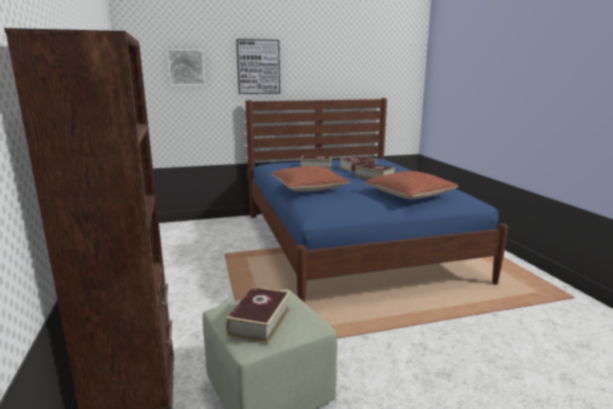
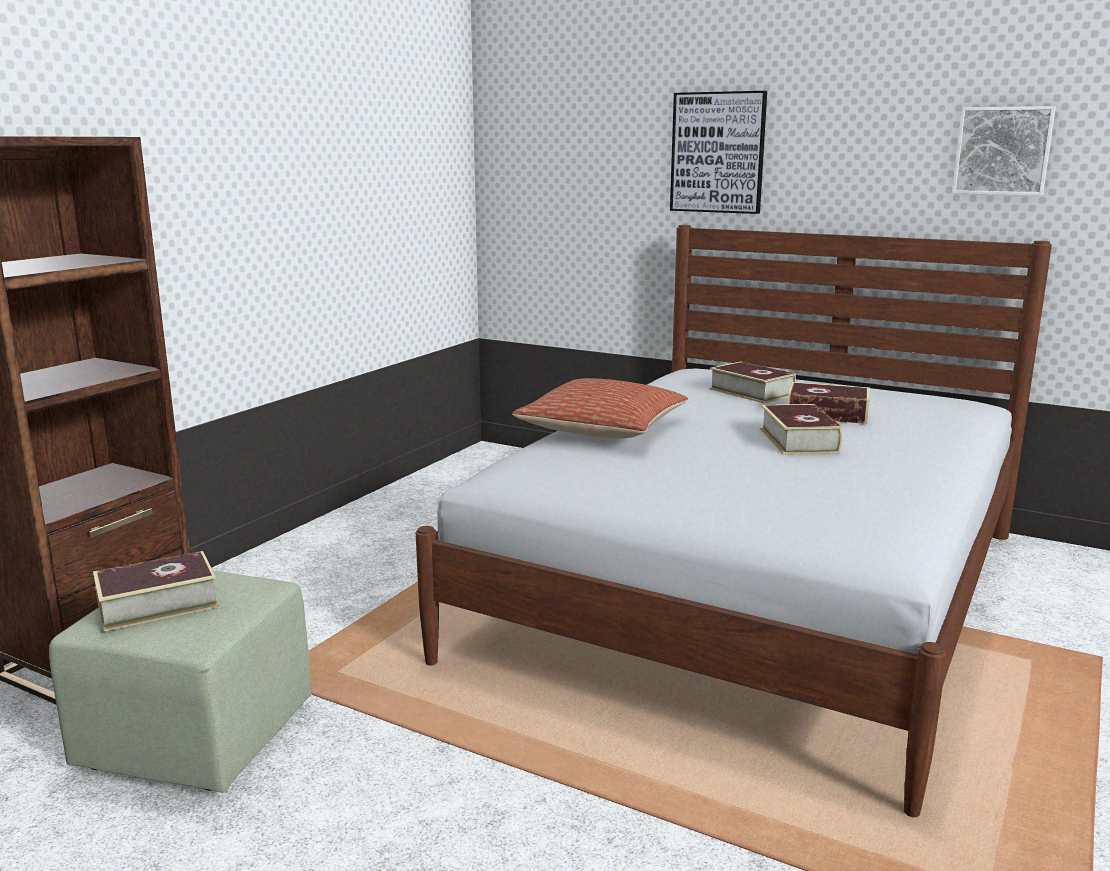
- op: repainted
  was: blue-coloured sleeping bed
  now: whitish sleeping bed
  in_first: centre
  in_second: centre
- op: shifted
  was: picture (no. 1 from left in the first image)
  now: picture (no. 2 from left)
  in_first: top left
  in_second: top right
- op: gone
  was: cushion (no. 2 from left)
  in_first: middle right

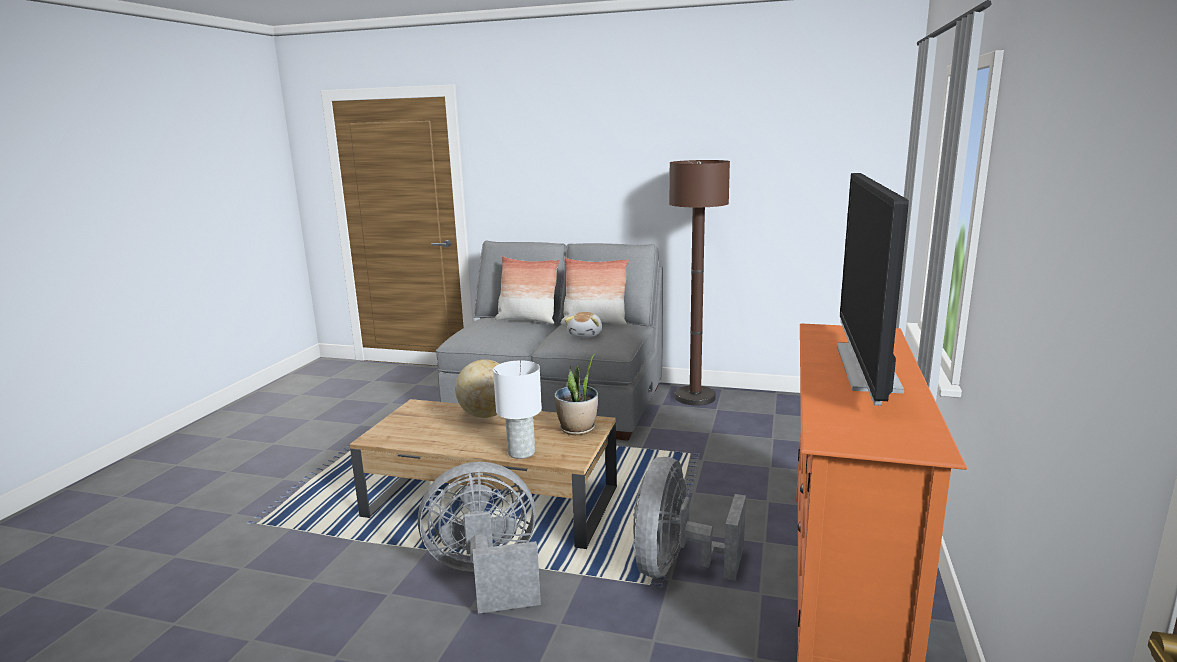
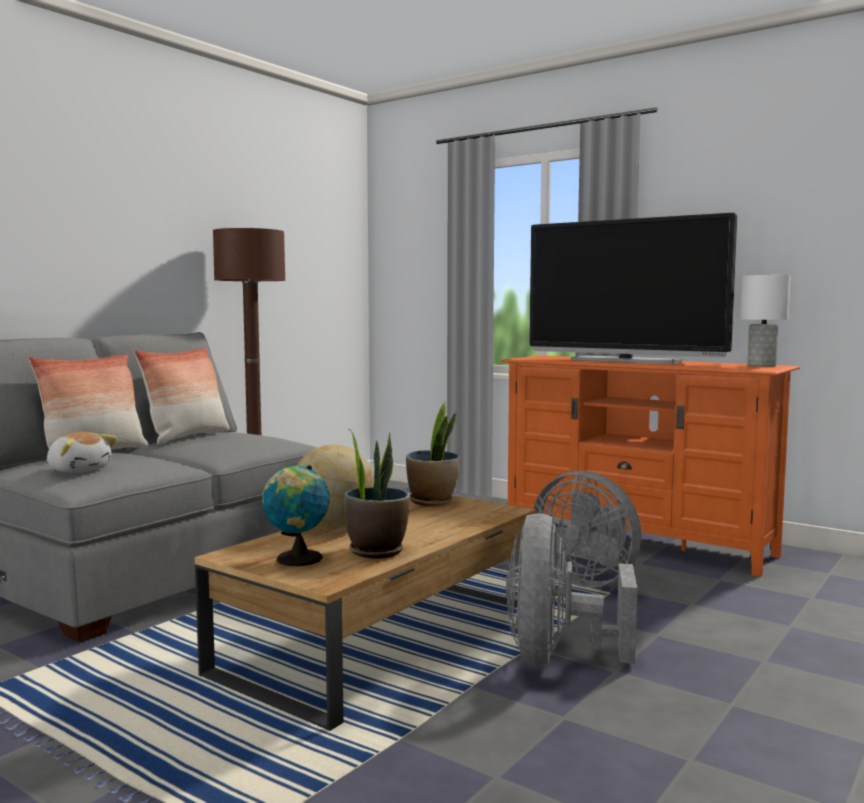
- op: shifted
  was: plush toy
  in_first: centre
  in_second: middle left
- op: new
  now: globe (no. 1 from left)
  in_second: centre
- op: new
  now: houseplant (no. 1 from left)
  in_second: centre
- op: shifted
  was: whitish tabletop lamp
  in_first: centre
  in_second: middle right

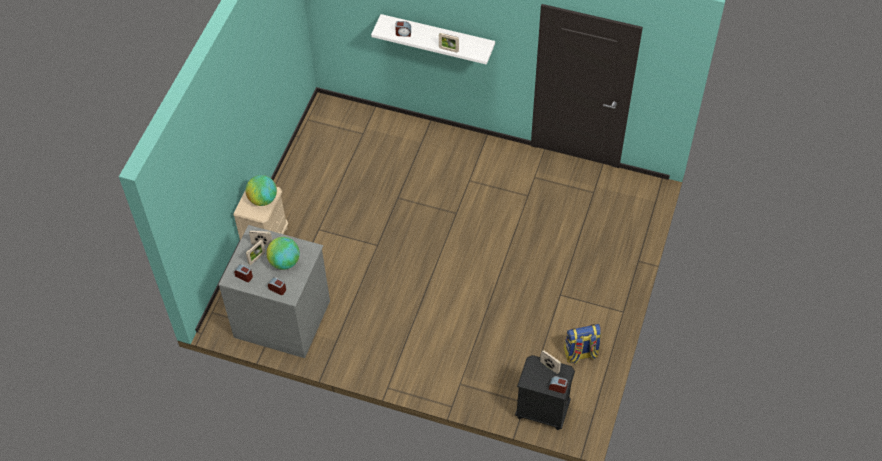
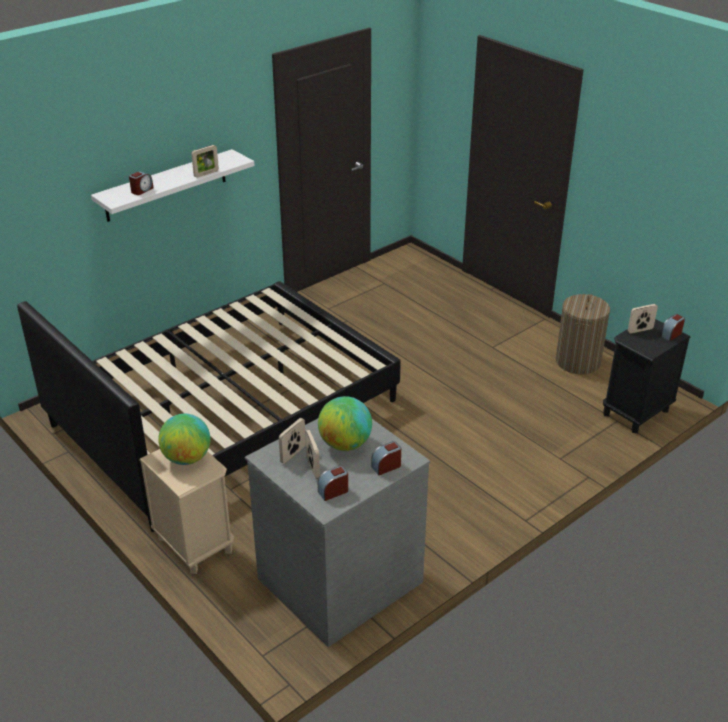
- op: new
  now: blackish sleeping bed
  in_second: middle left
- op: swapped
  was: rucksack
  now: washing basket
  in_first: bottom centre
  in_second: middle right

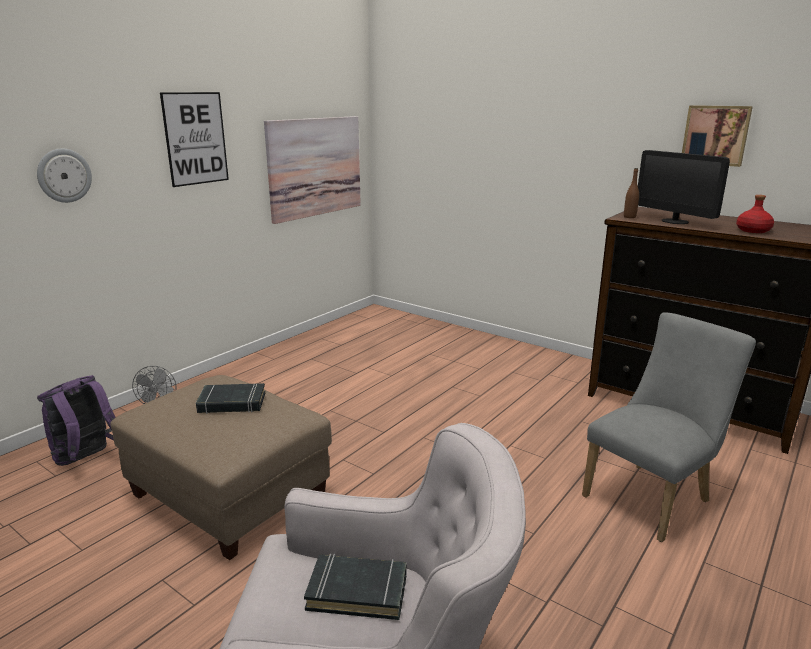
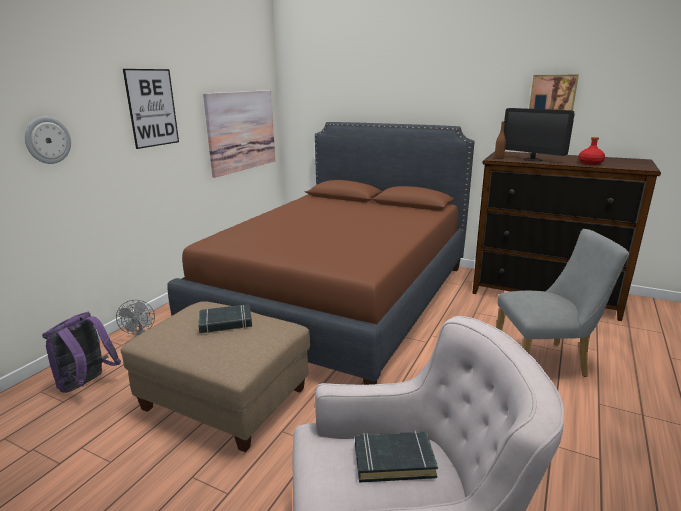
- op: new
  now: brownish sleeping bed
  in_second: centre
- op: rotated
  was: grey upright chair
  in_first: middle right
  in_second: middle right
  clockwise: 45

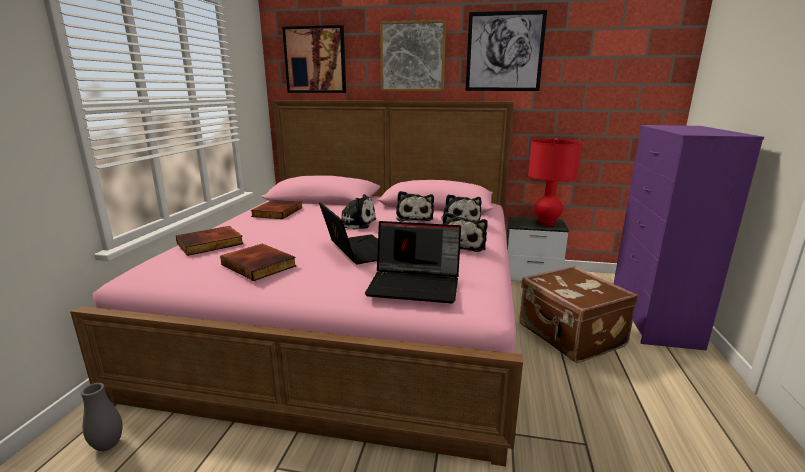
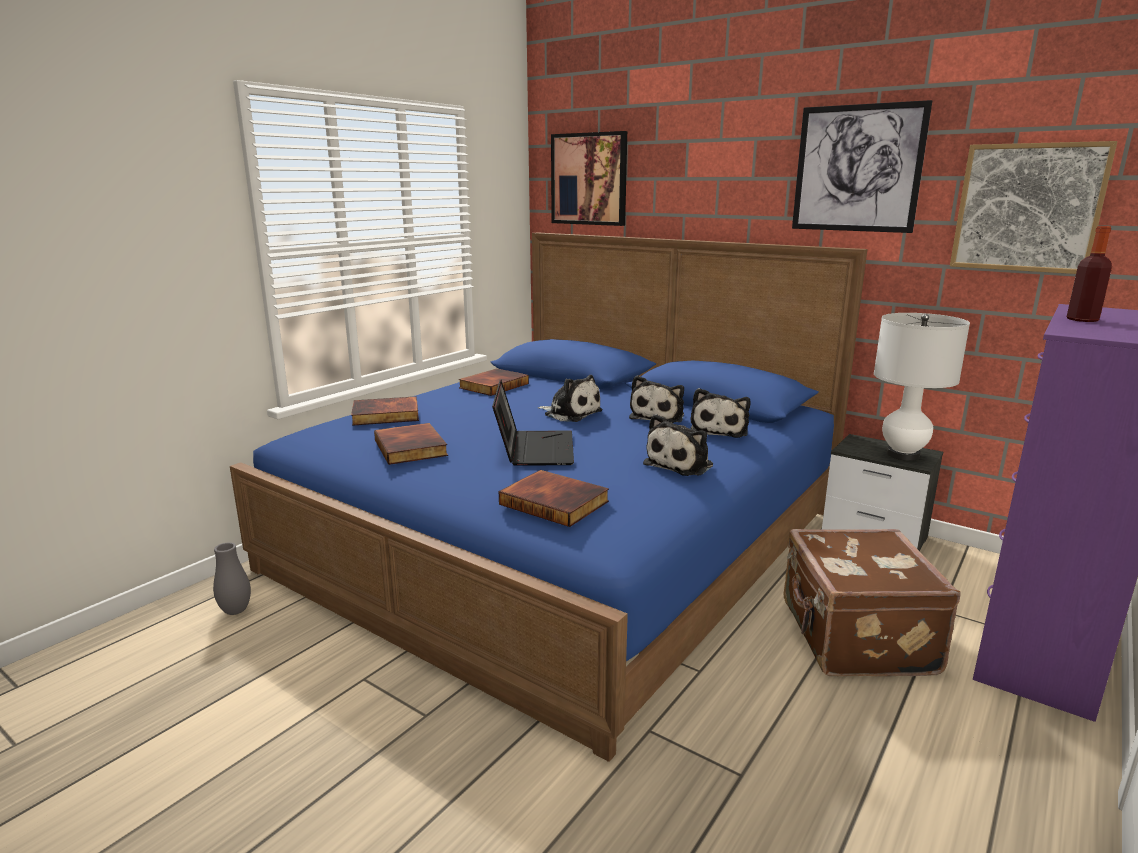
- op: repainted
  was: pinkish sleeping bed
  now: blue-coloured sleeping bed
  in_first: centre
  in_second: centre
- op: swapped
  was: portable computer (no. 2 from left)
  now: bound book (no. 4 from left)
  in_first: centre
  in_second: centre
- op: repainted
  was: reddish tabletop lamp
  now: whitish tabletop lamp
  in_first: middle right
  in_second: middle right
- op: shifted
  was: picture (no. 2 from left in the first image)
  now: picture (no. 3 from left)
  in_first: top centre
  in_second: top right
- op: new
  now: bottle
  in_second: top right

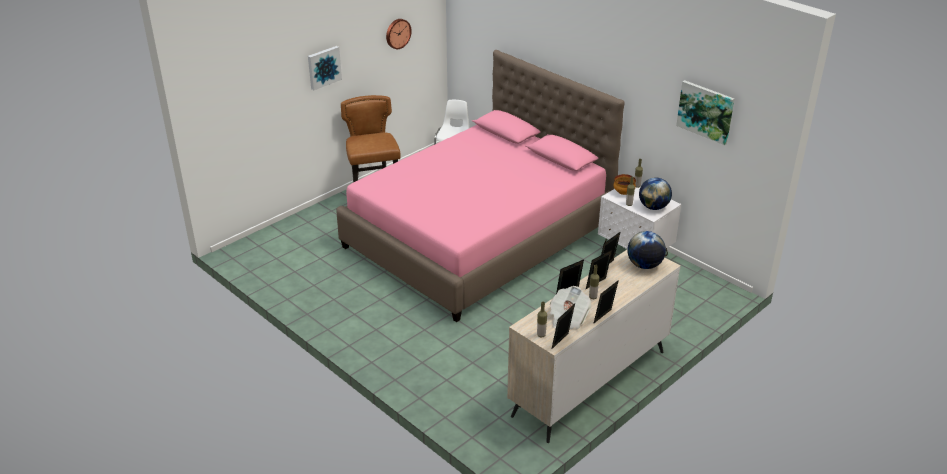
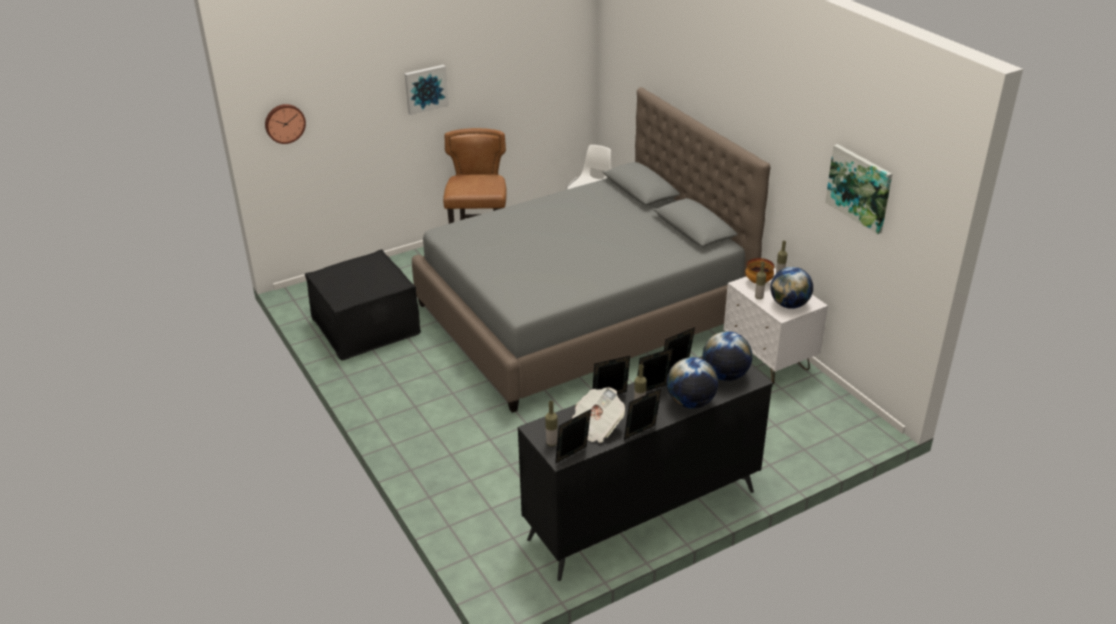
- op: shifted
  was: wall clock
  in_first: top centre
  in_second: top left
- op: new
  now: blackish ottoman
  in_second: middle left
- op: repainted
  was: pinkish sleeping bed
  now: grey sleeping bed
  in_first: centre
  in_second: centre
- op: repainted
  was: beige-coloured dresser
  now: blackish dresser
  in_first: bottom centre
  in_second: bottom centre
- op: new
  now: globe (no. 1 from left)
  in_second: centre

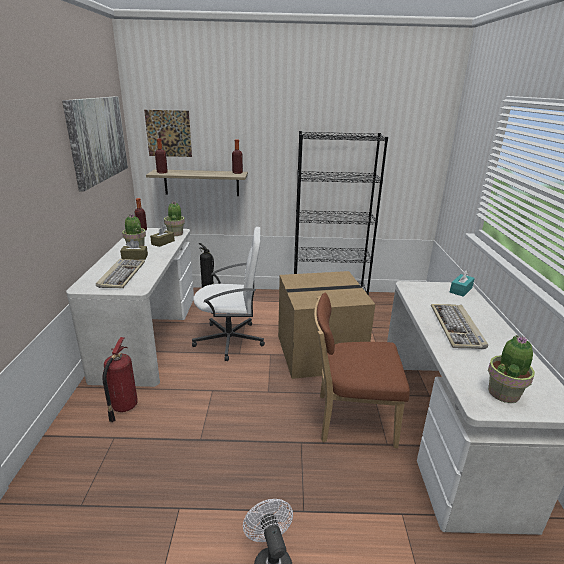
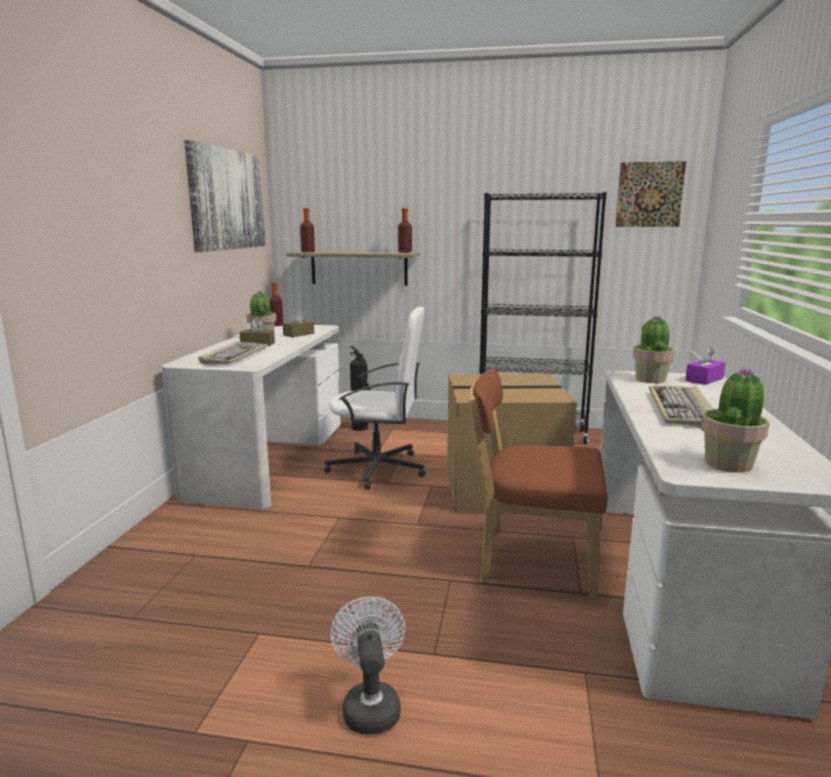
- op: shifted
  was: picture (no. 2 from left)
  in_first: top left
  in_second: top right
- op: shifted
  was: houseplant (no. 2 from left)
  in_first: middle left
  in_second: middle right
- op: repainted
  was: turquoise tissue box
  now: purple-coloured tissue box
  in_first: middle right
  in_second: middle right
- op: gone
  was: fire extinguisher (no. 1 from left)
  in_first: bottom left

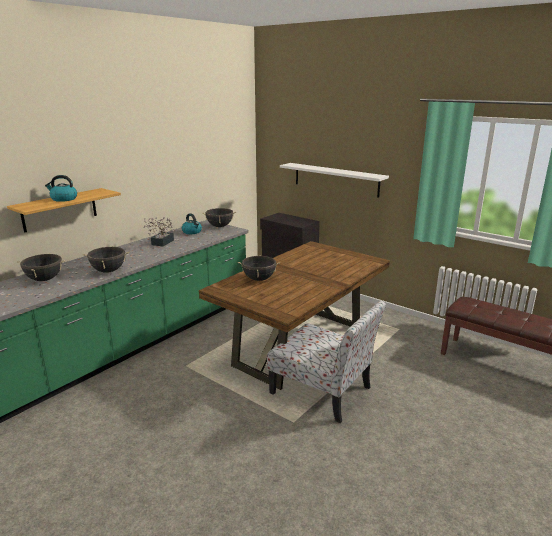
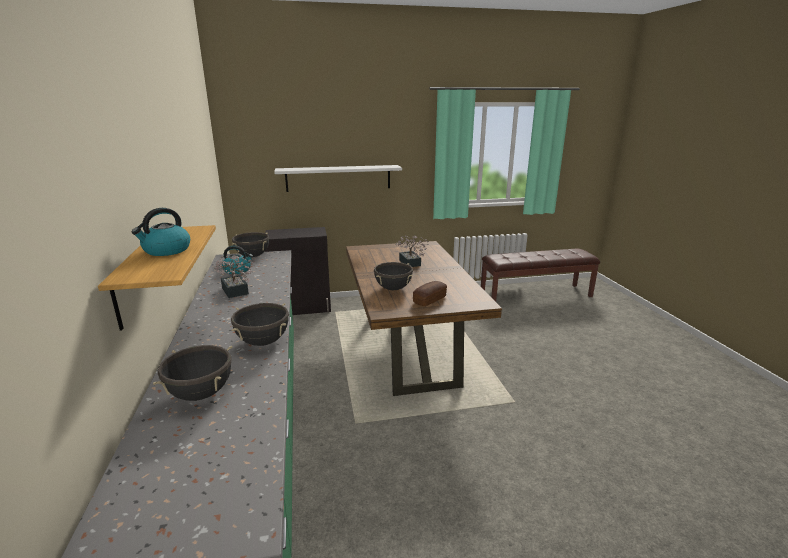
- op: new
  now: houseplant (no. 2 from left)
  in_second: centre
- op: new
  now: bakery bread
  in_second: centre
- op: gone
  was: upright chair
  in_first: bottom centre

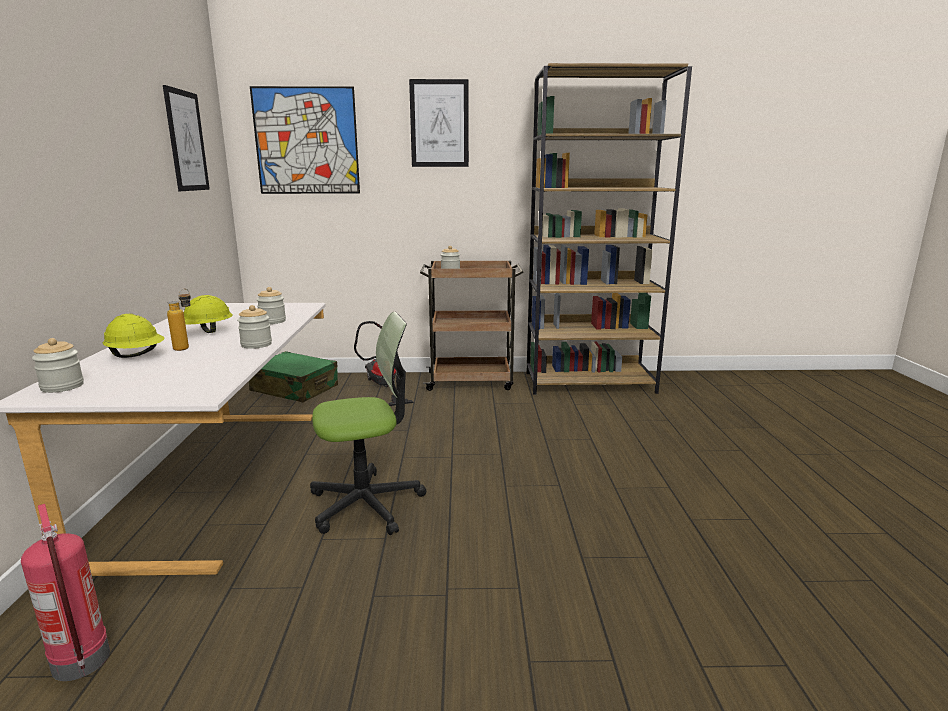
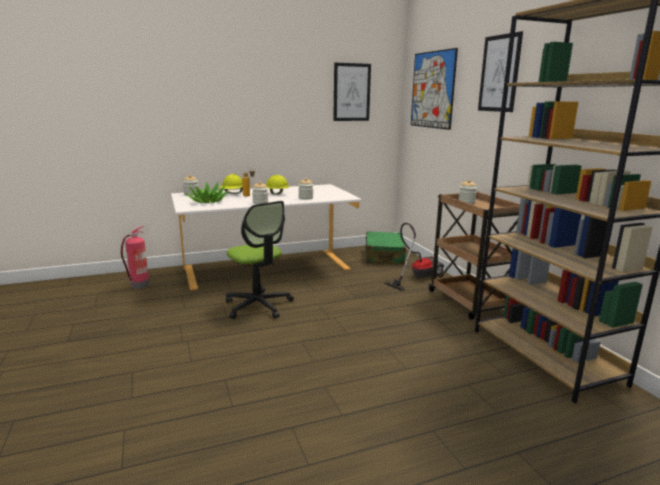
- op: new
  now: houseplant
  in_second: middle left

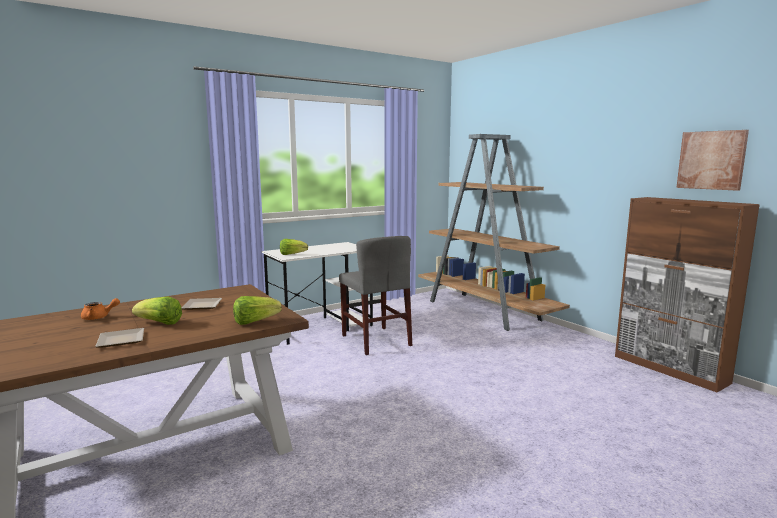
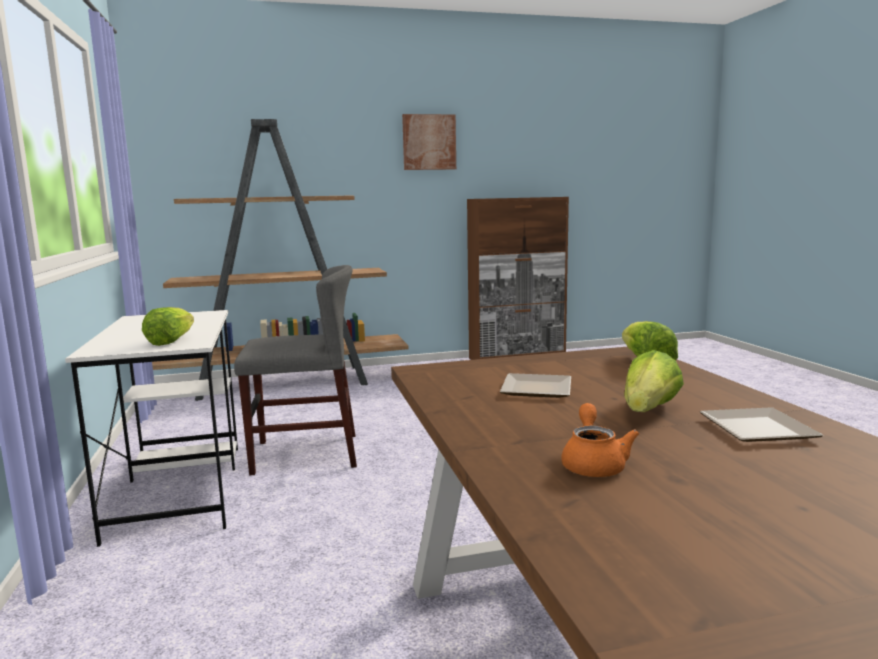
- op: shifted
  was: picture
  in_first: top right
  in_second: top centre

